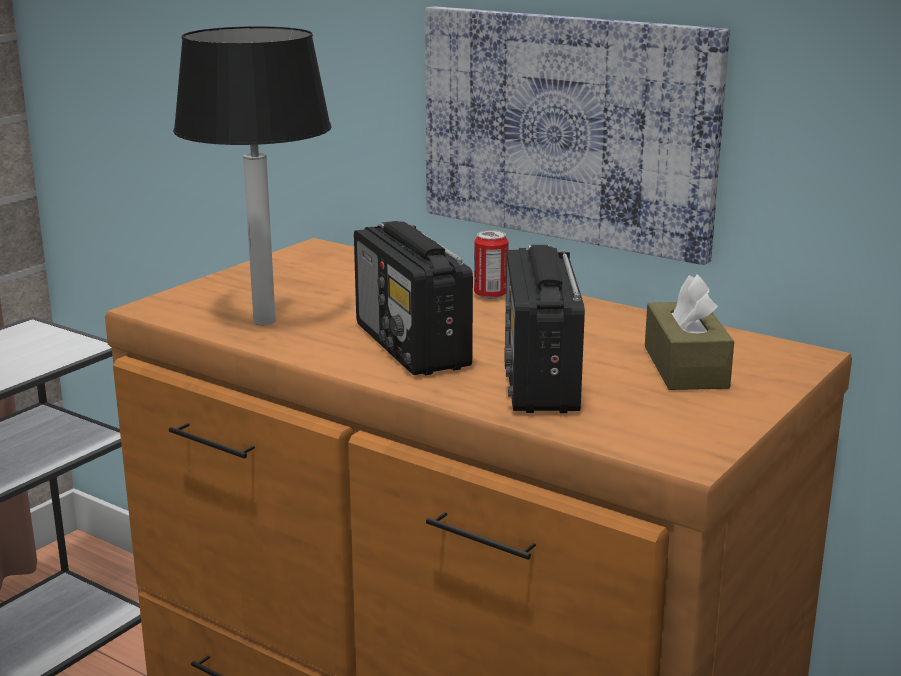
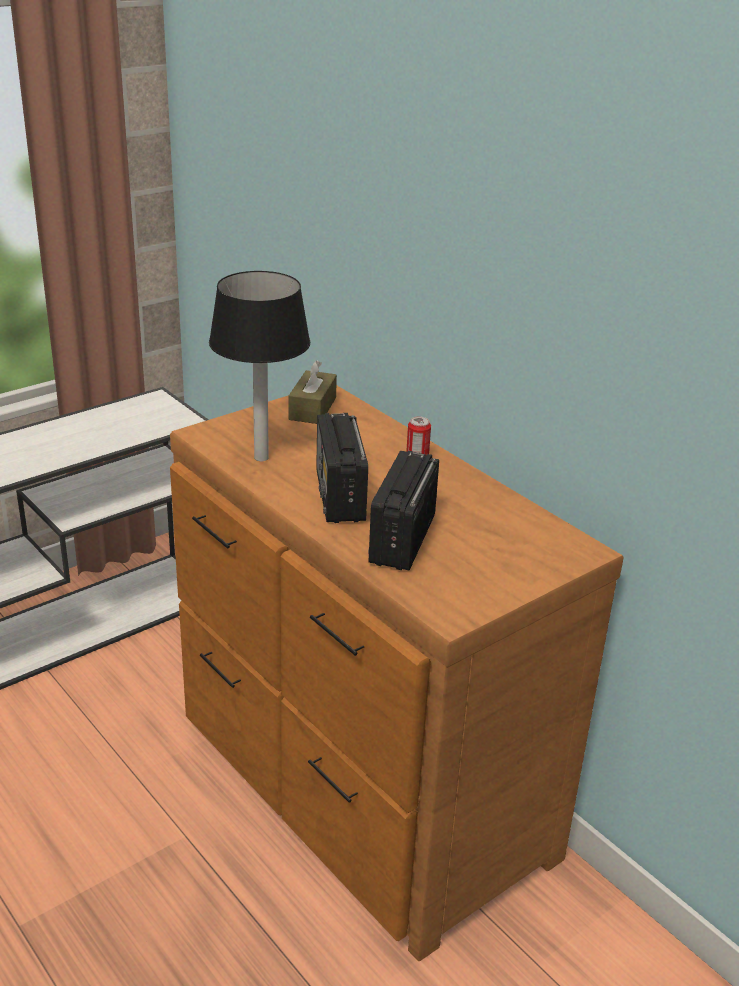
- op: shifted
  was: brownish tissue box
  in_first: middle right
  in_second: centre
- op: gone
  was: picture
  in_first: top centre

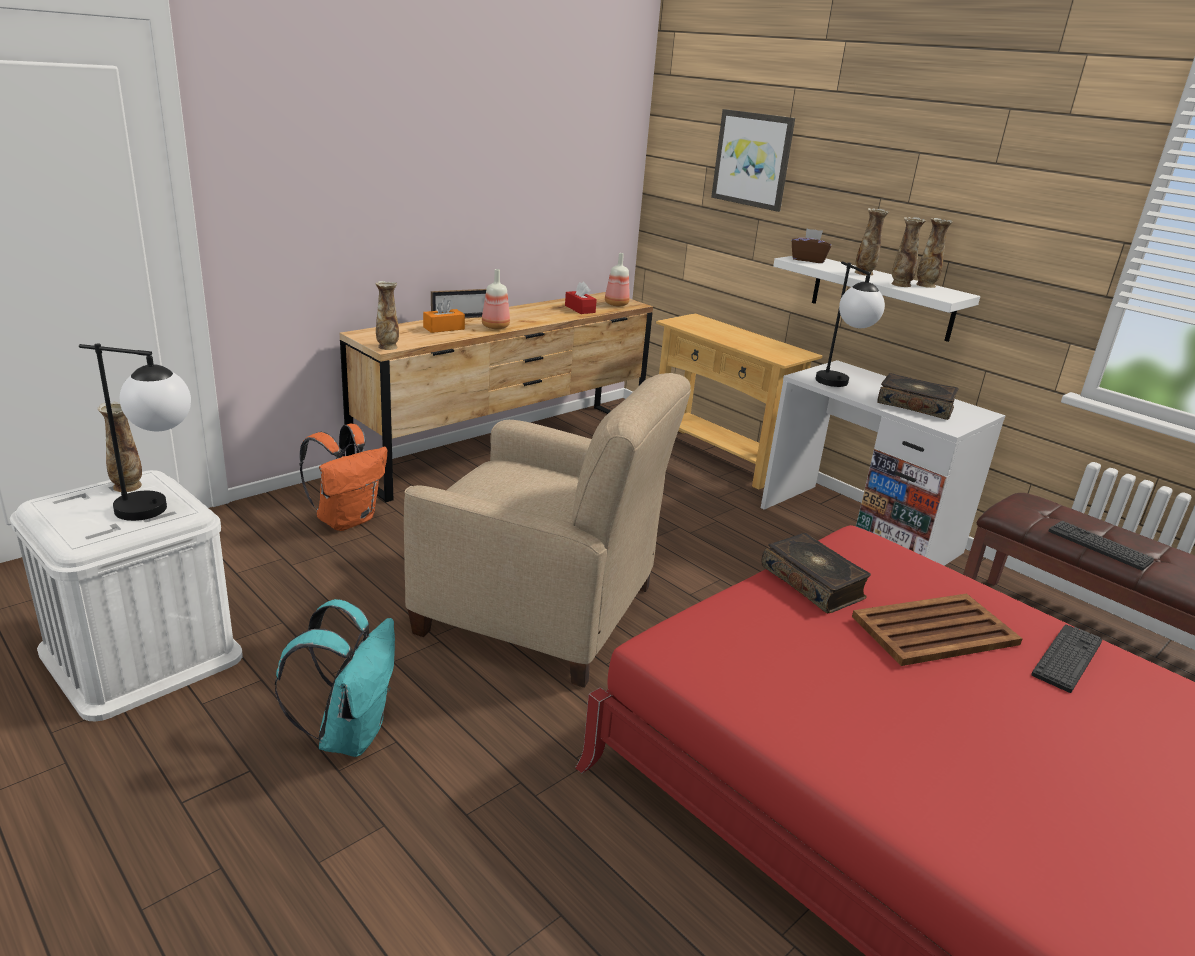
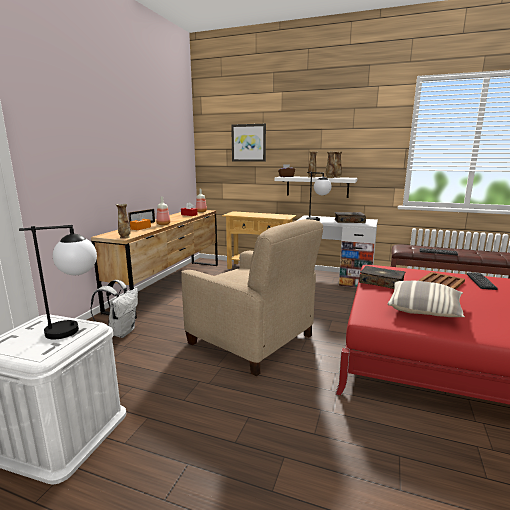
- op: repainted
  was: orange-coloured rucksack
  now: whitish rucksack
  in_first: middle left
  in_second: middle left
- op: rotated
  was: beige-coloured easy chair
  in_first: centre
  in_second: centre
  clockwise: 45
- op: new
  now: cushion
  in_second: middle right
- op: gone
  was: flower vase (no. 1 from left)
  in_first: middle left
- op: gone
  was: turquoise rucksack
  in_first: bottom left

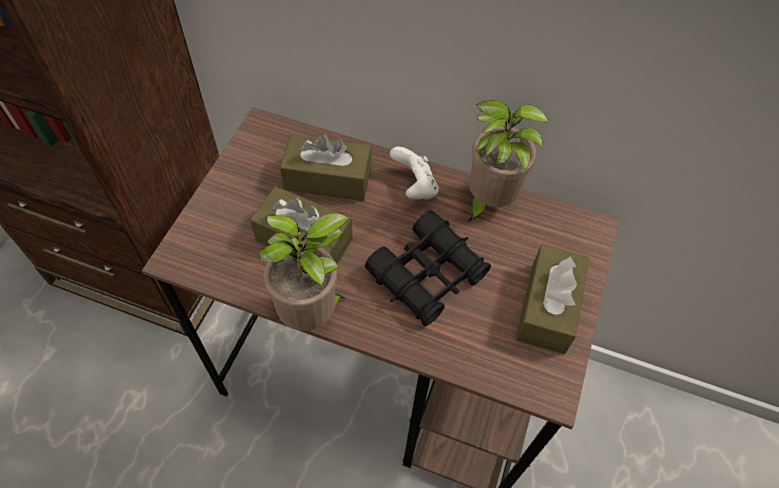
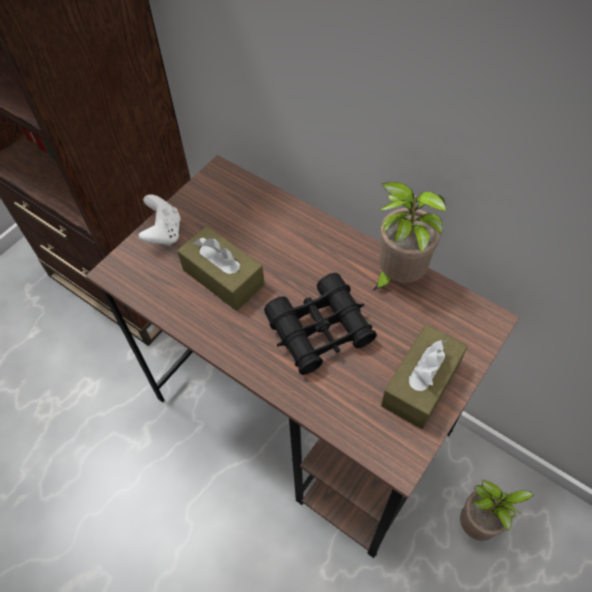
- op: shifted
  was: whitish joypad
  in_first: centre
  in_second: middle left
- op: shifted
  was: houseplant (no. 1 from left in the first image)
  now: houseplant (no. 2 from left)
  in_first: centre
  in_second: bottom right
- op: gone
  was: brownish tissue box (no. 2 from left)
  in_first: centre

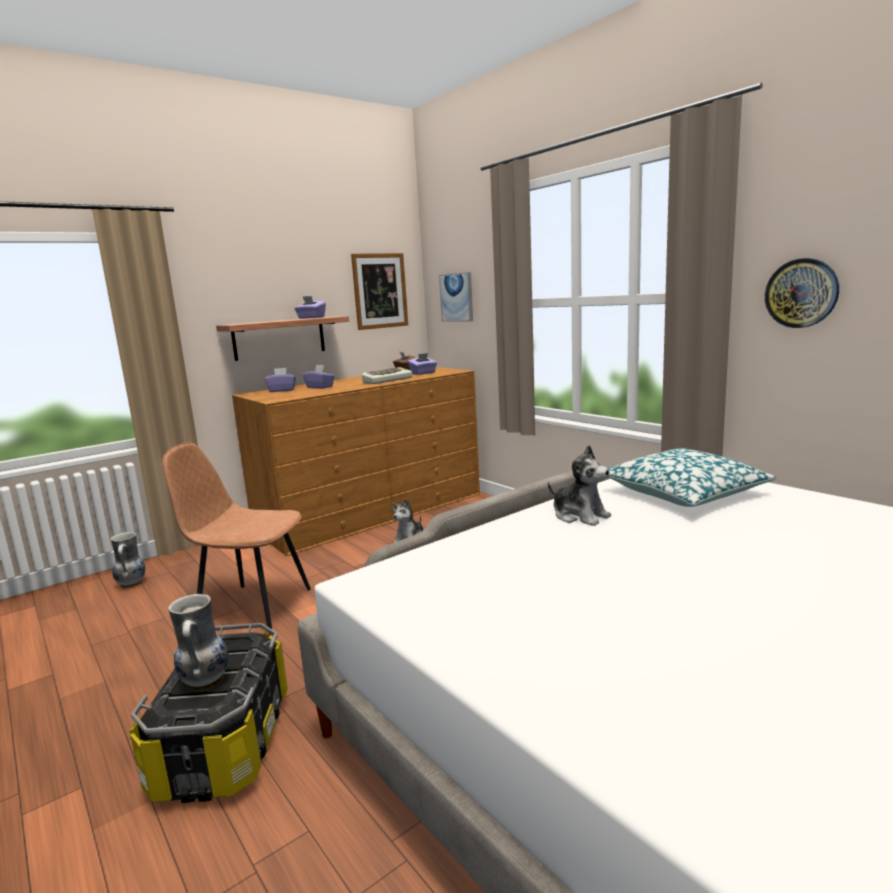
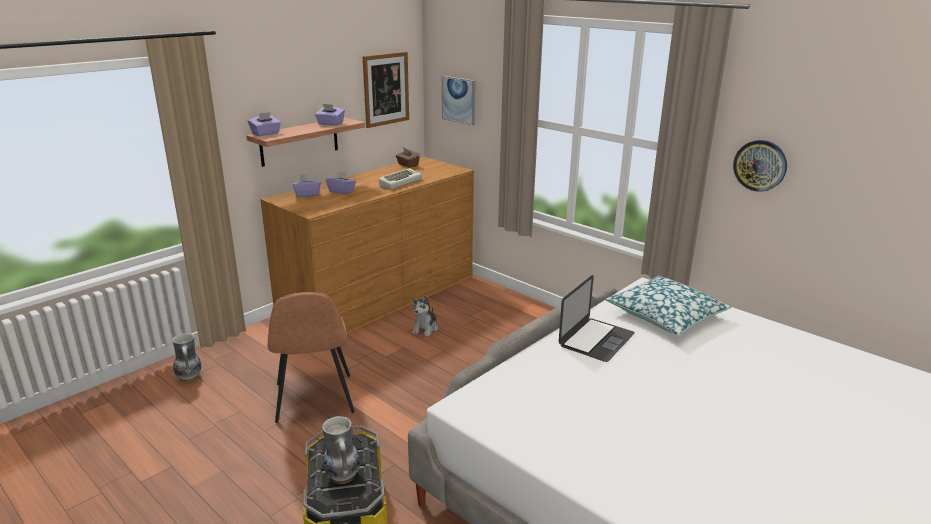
- op: shifted
  was: purple-coloured tissue box (no. 4 from left in the first image)
  now: purple-coloured tissue box (no. 1 from left)
  in_first: centre
  in_second: top left
- op: rotated
  was: brownish upright chair
  in_first: middle left
  in_second: bottom centre
  clockwise: -105
- op: swapped
  was: plush toy (no. 2 from left)
  now: portable computer
  in_first: centre
  in_second: centre

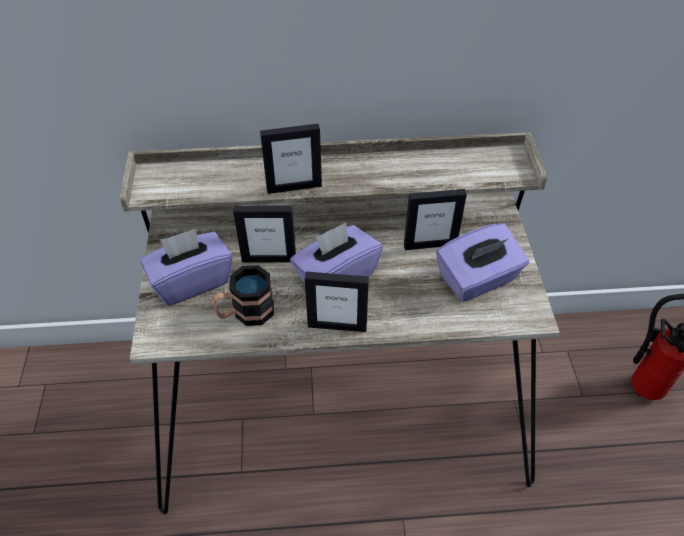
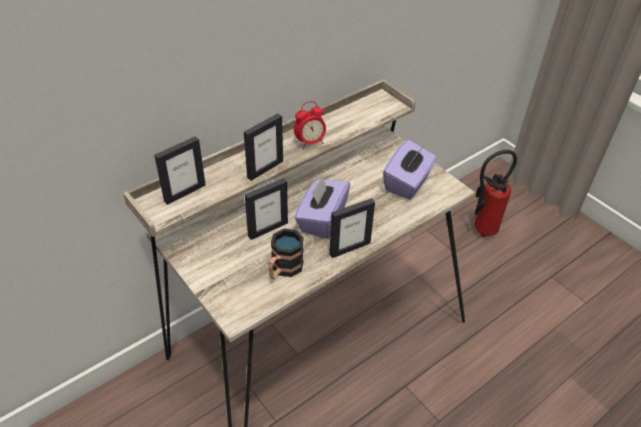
- op: shifted
  was: photo frame (no. 4 from left in the first image)
  now: photo frame (no. 1 from left)
  in_first: centre
  in_second: middle left
- op: new
  now: table clock
  in_second: top centre
- op: gone
  was: purple-coloured tissue box (no. 1 from left)
  in_first: middle left

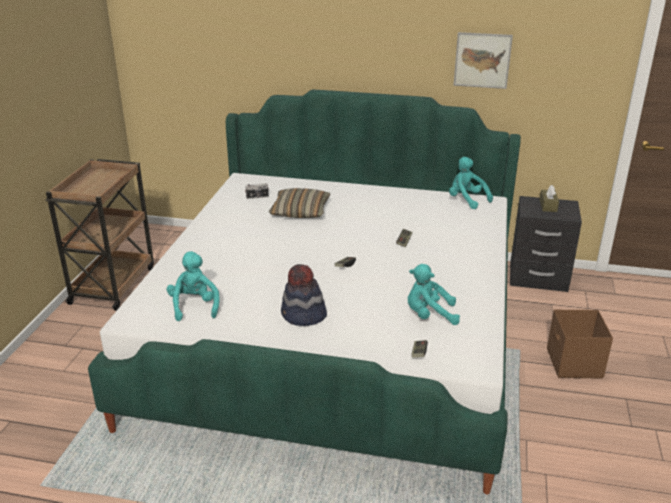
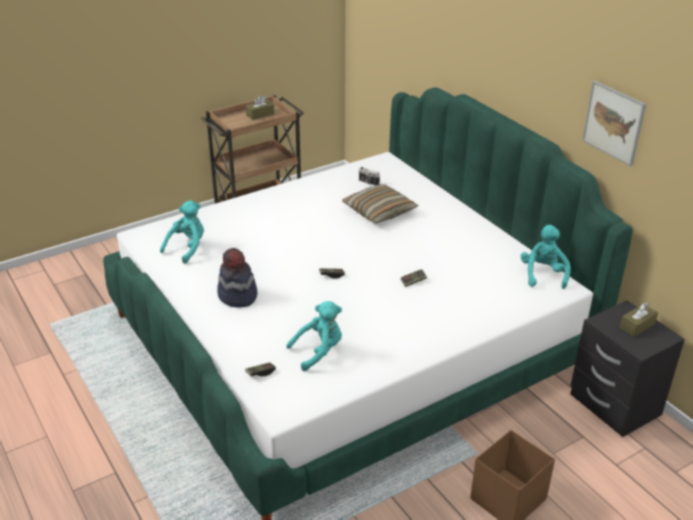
- op: new
  now: brownish tissue box (no. 1 from left)
  in_second: top centre
- op: rotated
  was: turquoise plush toy (no. 2 from left)
  in_first: centre
  in_second: centre
  clockwise: 105

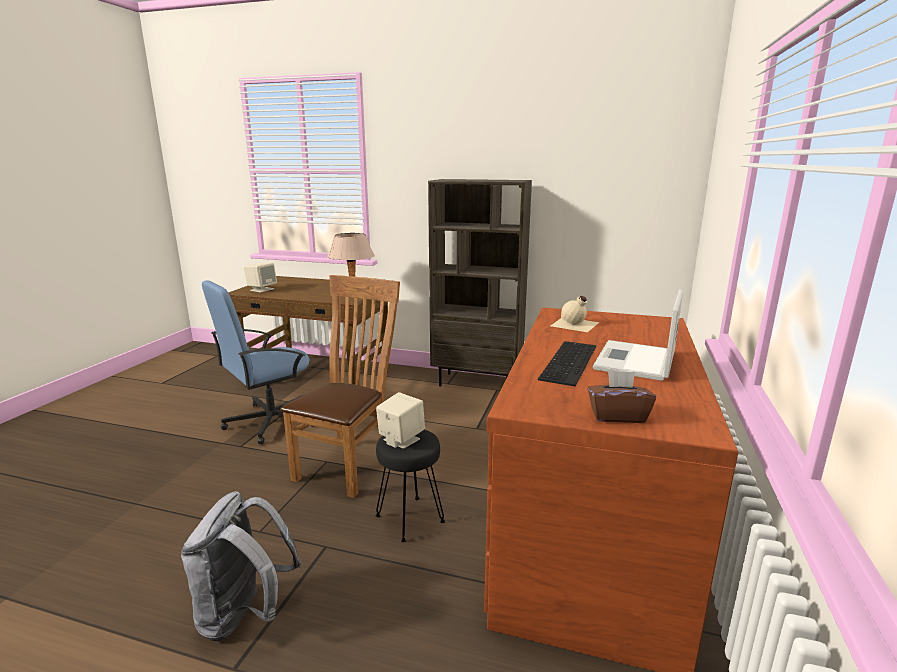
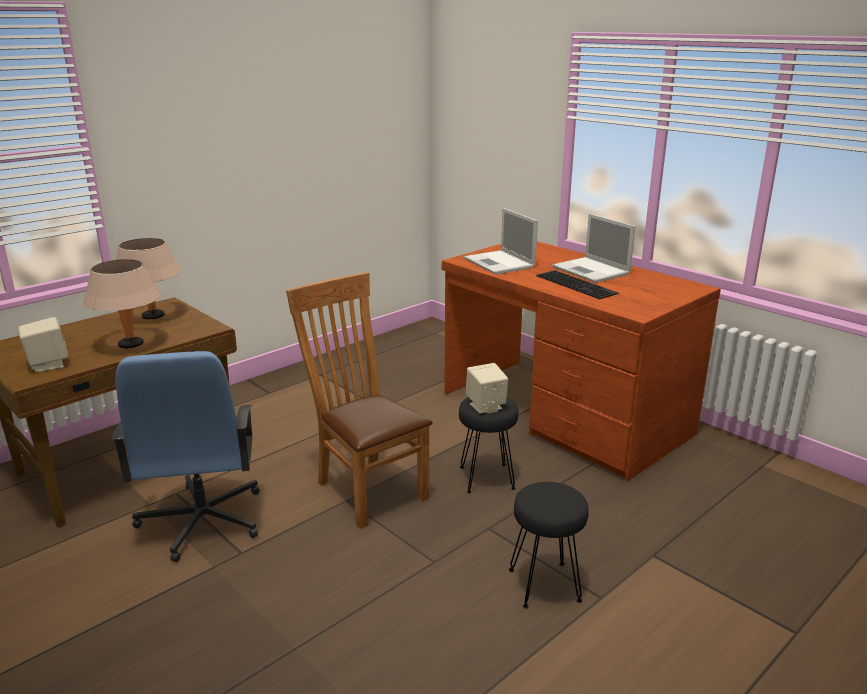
- op: new
  now: beige-coloured tabletop lamp (no. 1 from left)
  in_second: middle left
- op: swapped
  was: beige-coloured bottle
  now: portable computer (no. 1 from left)
  in_first: centre
  in_second: centre
- op: swapped
  was: grey rucksack
  now: blackish sitting stool (no. 2 from left)
  in_first: bottom left
  in_second: bottom centre
- op: gone
  was: brownish bookcase
  in_first: centre
- op: gone
  was: brownish tissue box
  in_first: middle right

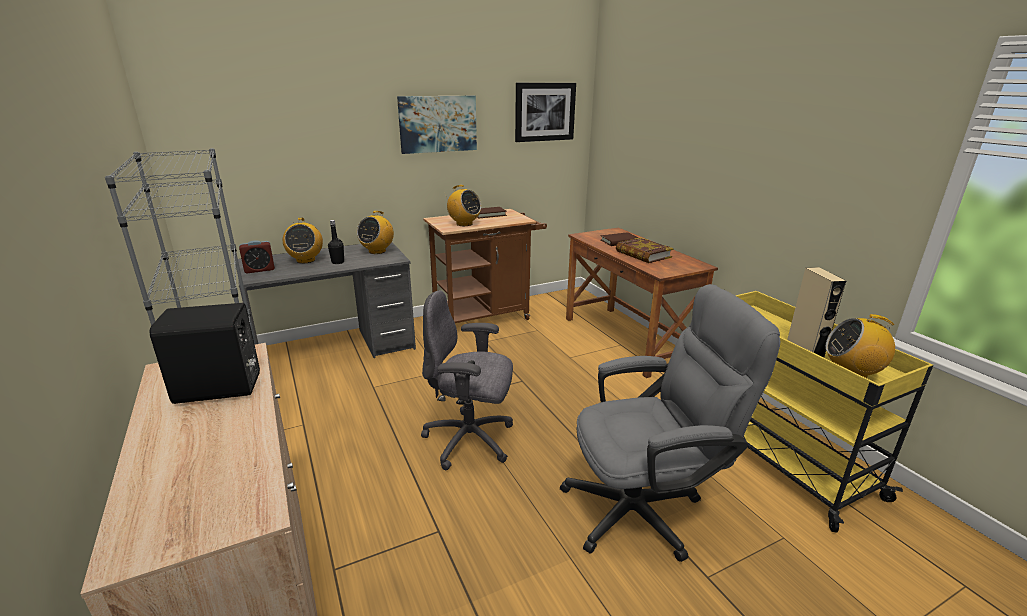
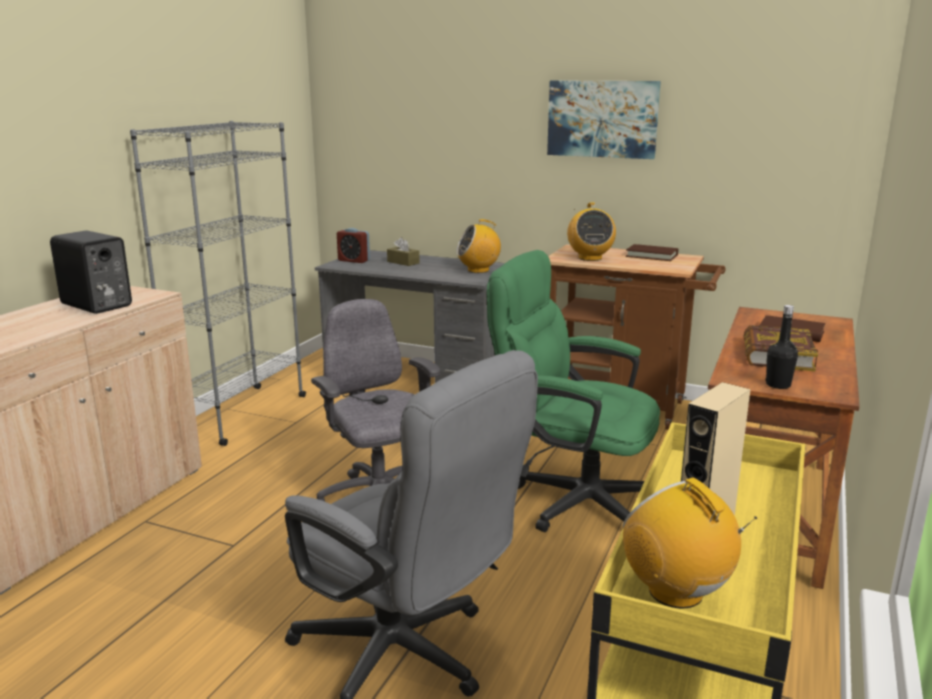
- op: swapped
  was: radio receiver (no. 1 from left)
  now: brownish tissue box
  in_first: middle left
  in_second: centre
- op: new
  now: greenish desk chair
  in_second: centre
- op: shifted
  was: blackish bottle
  in_first: middle left
  in_second: middle right
- op: gone
  was: picture (no. 2 from left)
  in_first: top centre

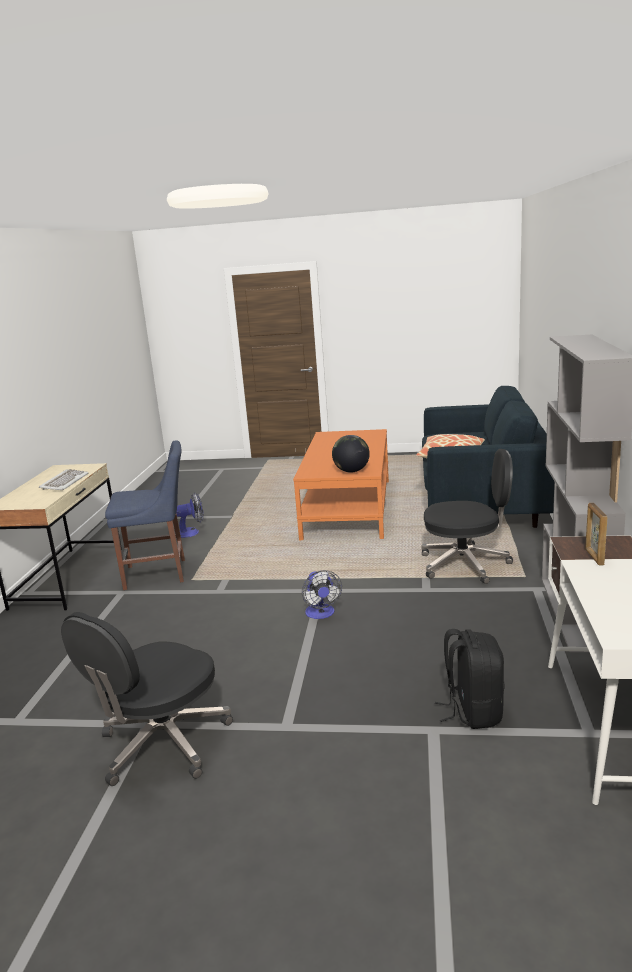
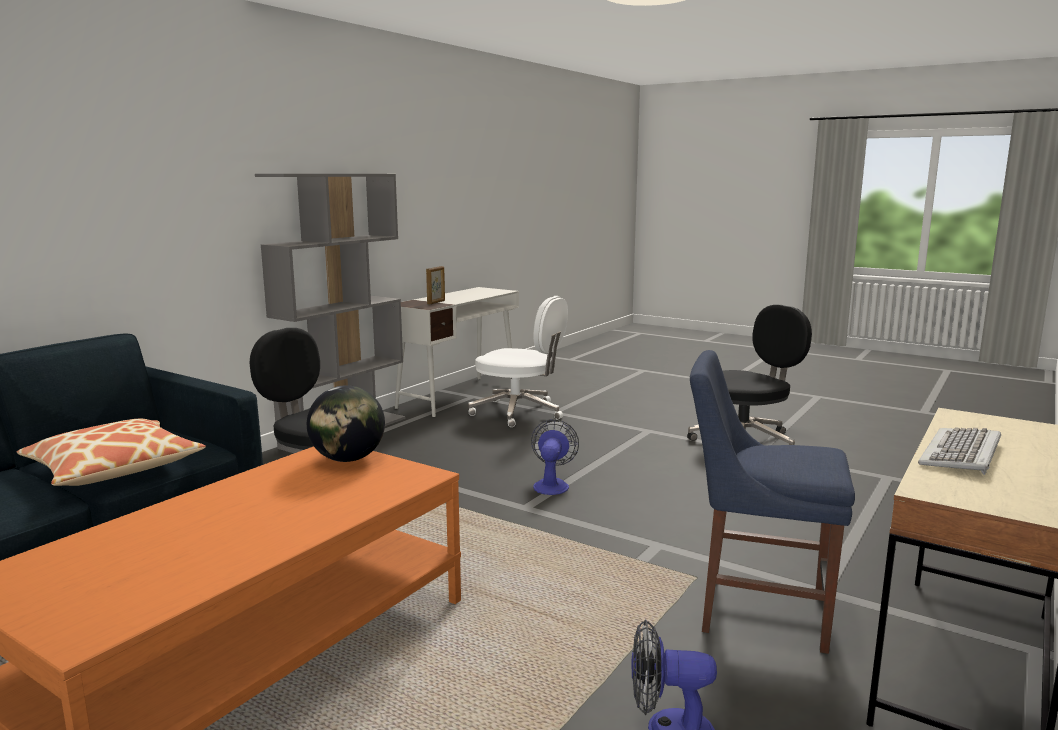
- op: swapped
  was: blackish rucksack
  now: whitish desk chair
  in_first: bottom right
  in_second: centre

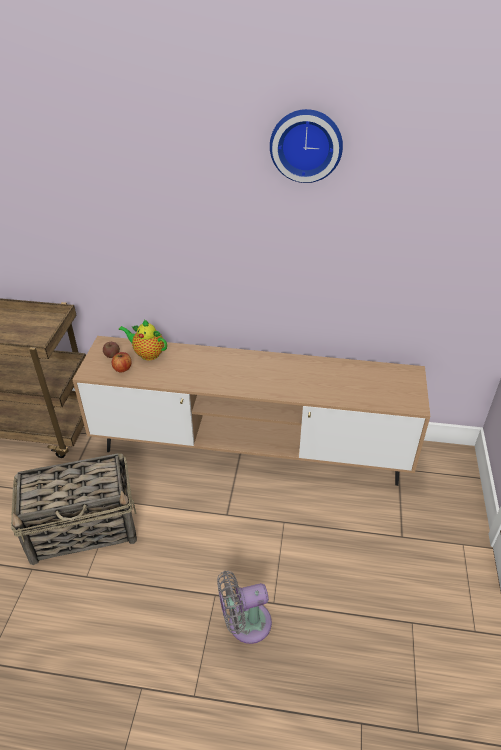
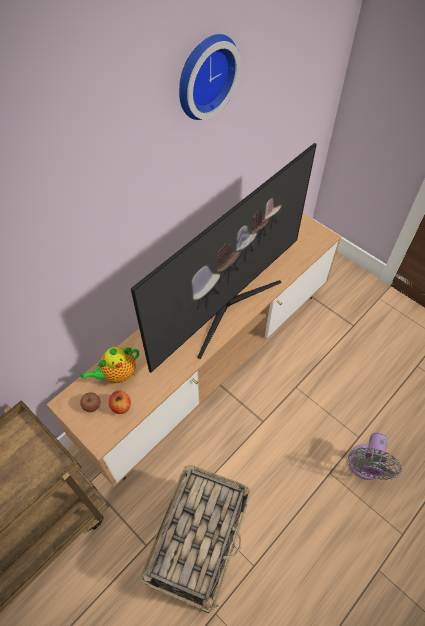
- op: new
  now: television
  in_second: centre

